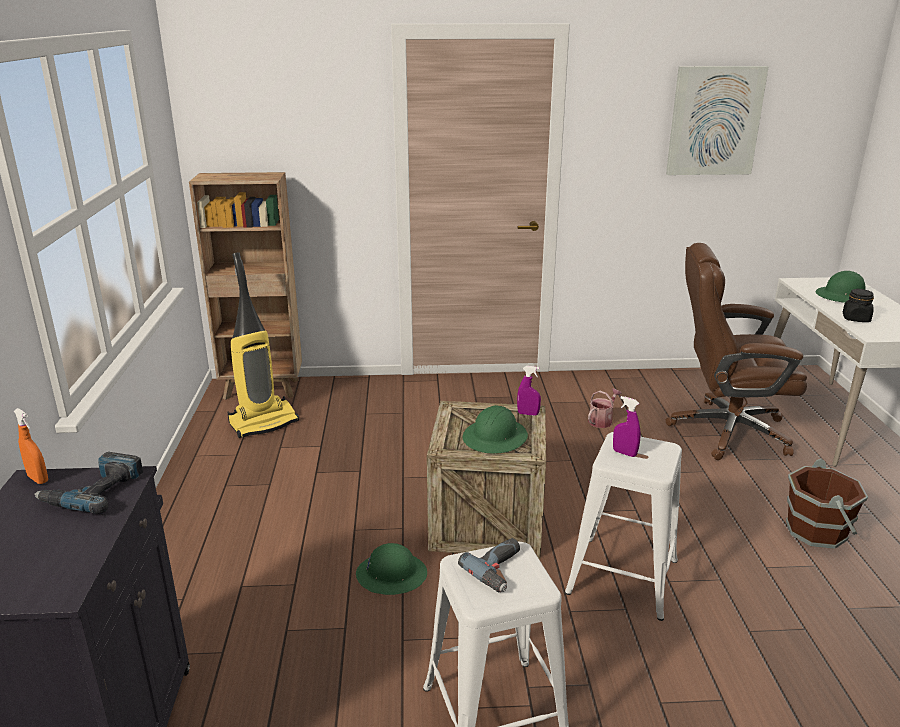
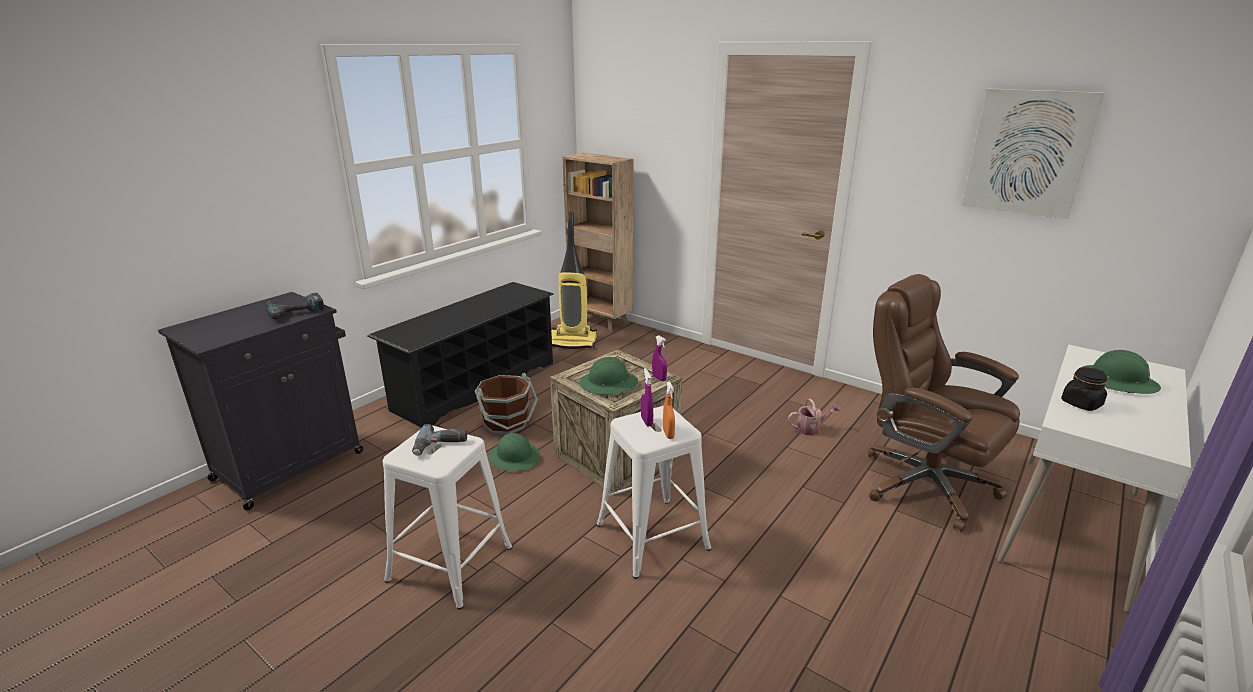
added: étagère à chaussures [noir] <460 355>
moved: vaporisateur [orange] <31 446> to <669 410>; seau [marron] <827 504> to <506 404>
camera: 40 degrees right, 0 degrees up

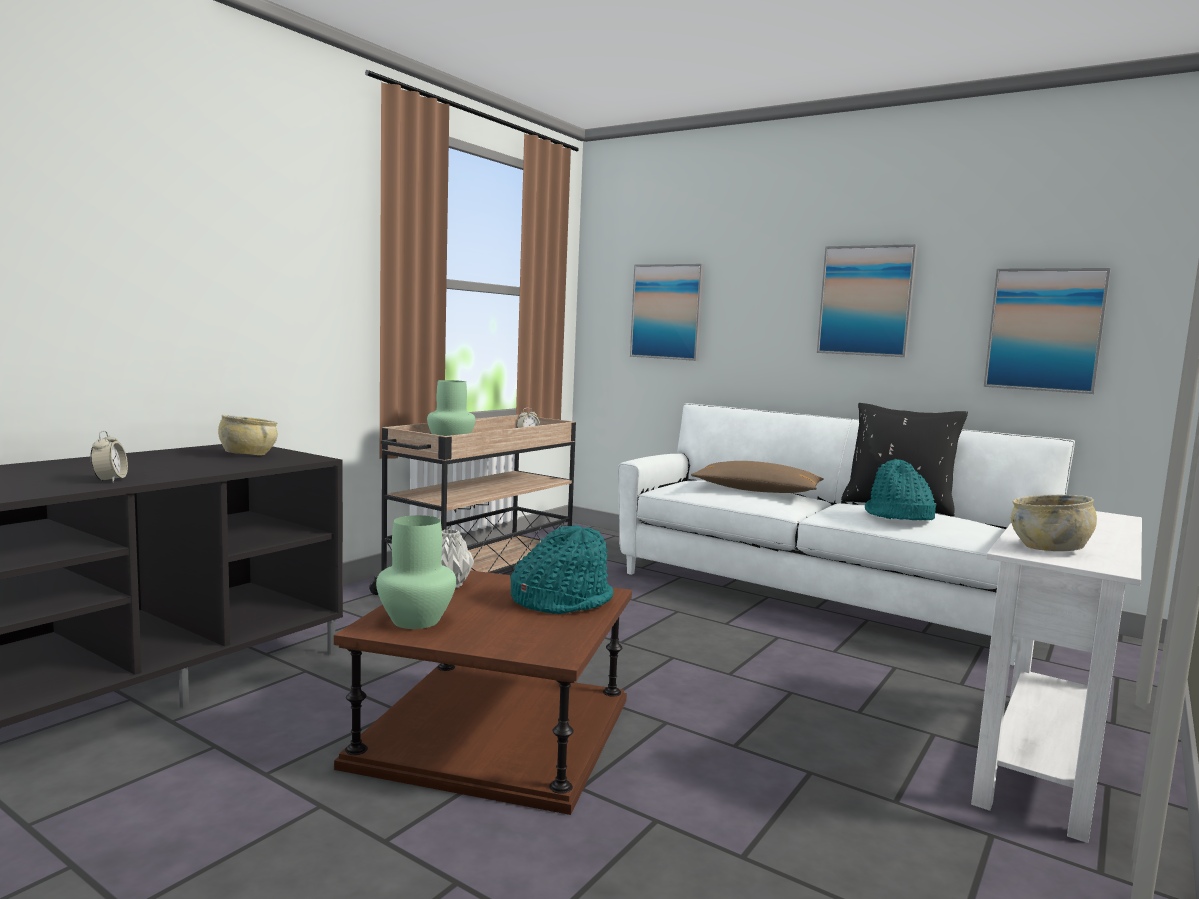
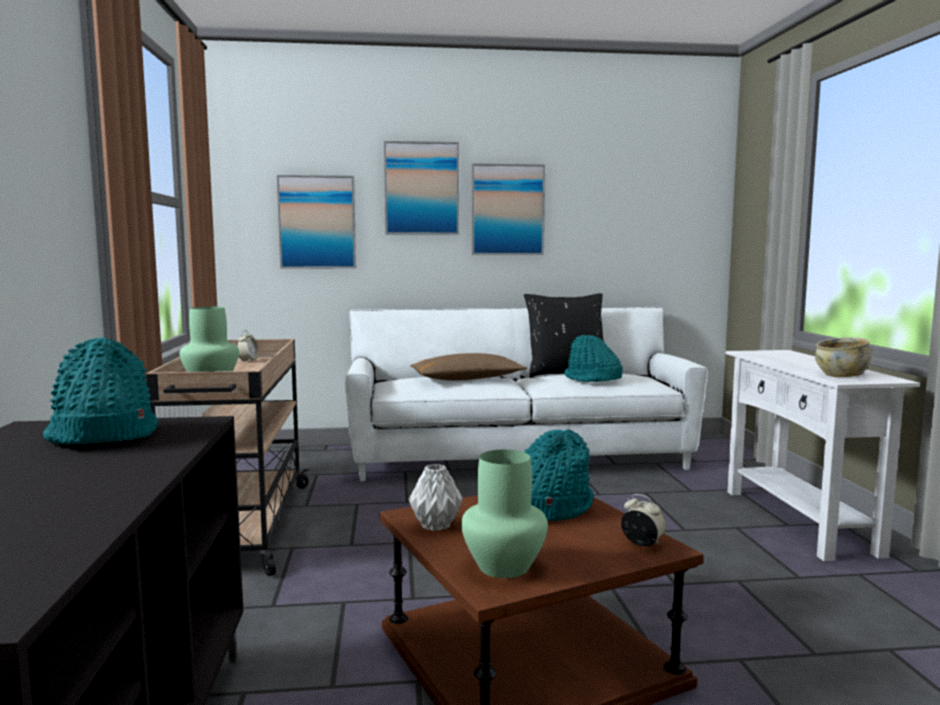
moved: réveil <109 456> to <643 520>; tableau <1047 331> to <421 188>
replaced: bol [beige] <248 435> to chapeau [turquoise] <100 390>
camera: 40 degrees left, 0 degrees up

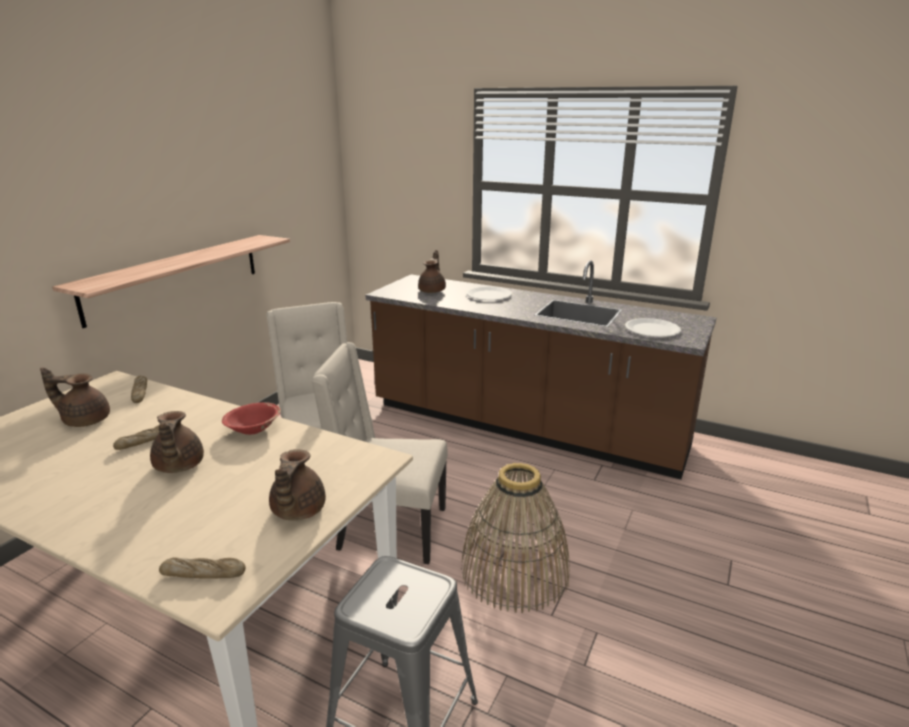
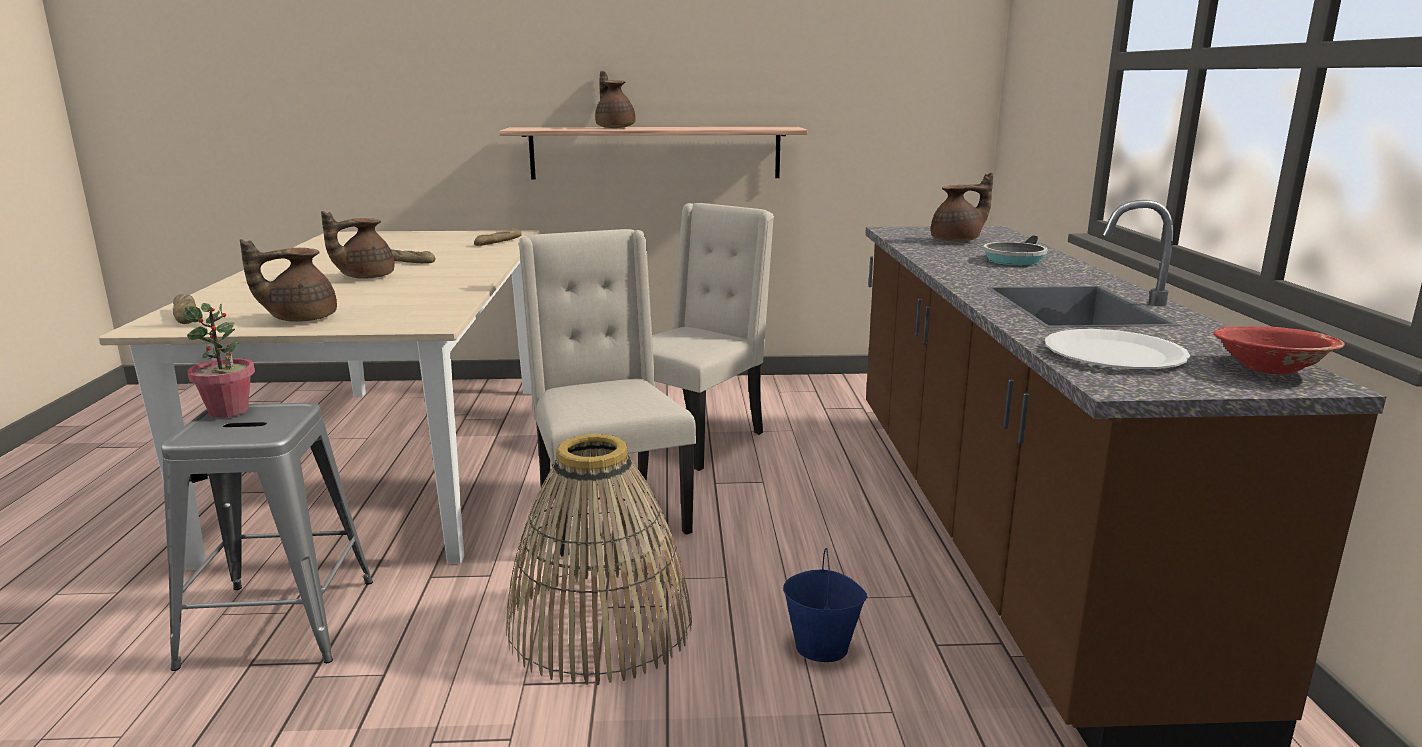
added: plante en pot <219 360>; seau [bleu] <825 605>
moved: théière [marron] <75 397> to <615 99>; bol [rouge] <251 418> to <1279 350>
replaced: assiette [blanc] <489 293> to poêle <1015 251>
camera: 60 degrees right, 5 degrees down

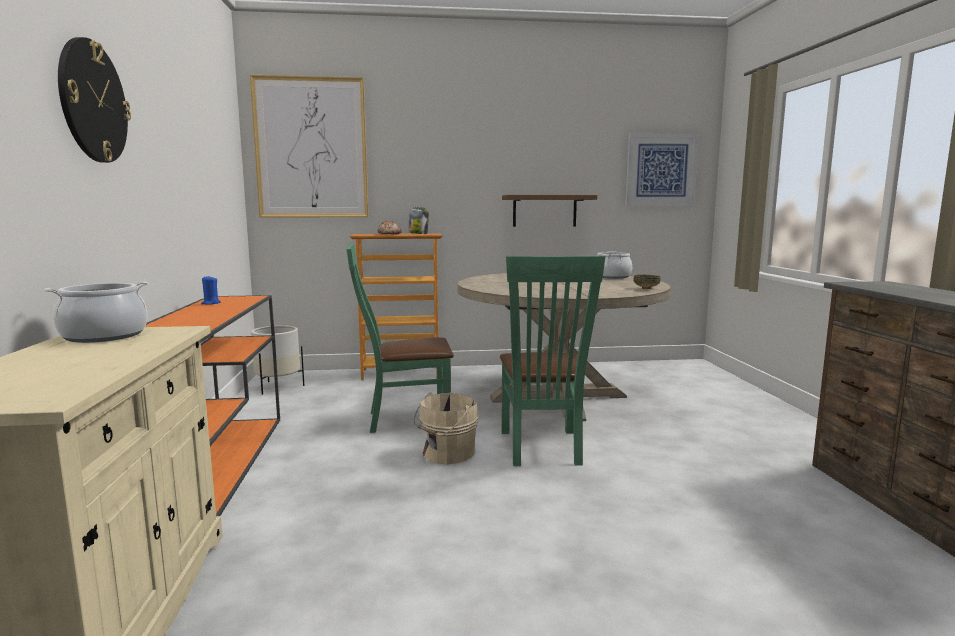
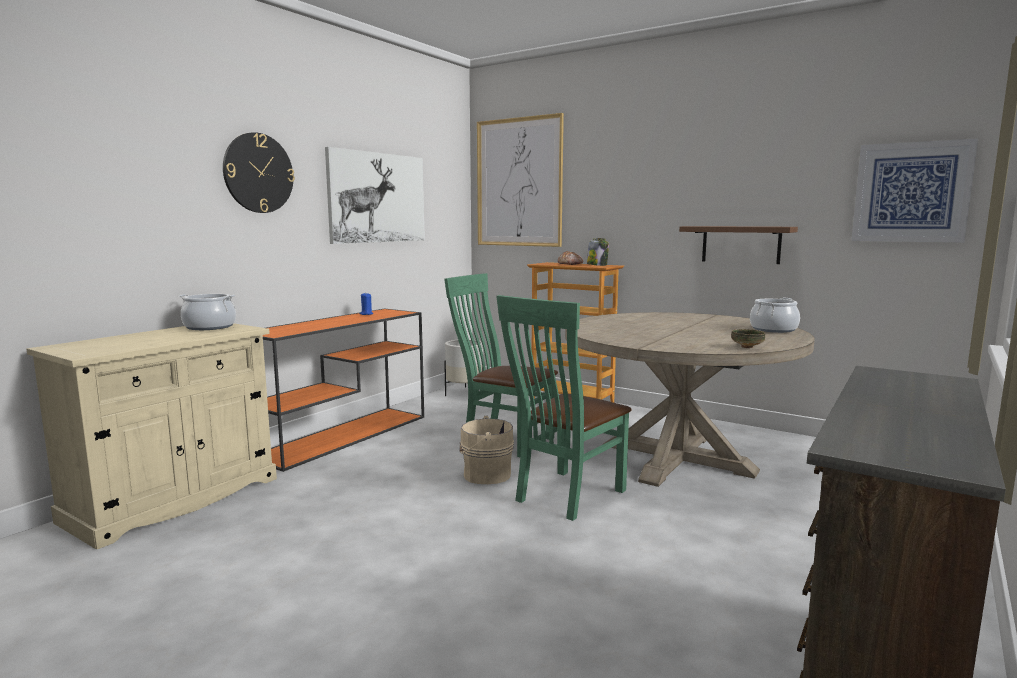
added: tableau <375 195>
camera: 40 degrees right, 0 degrees up

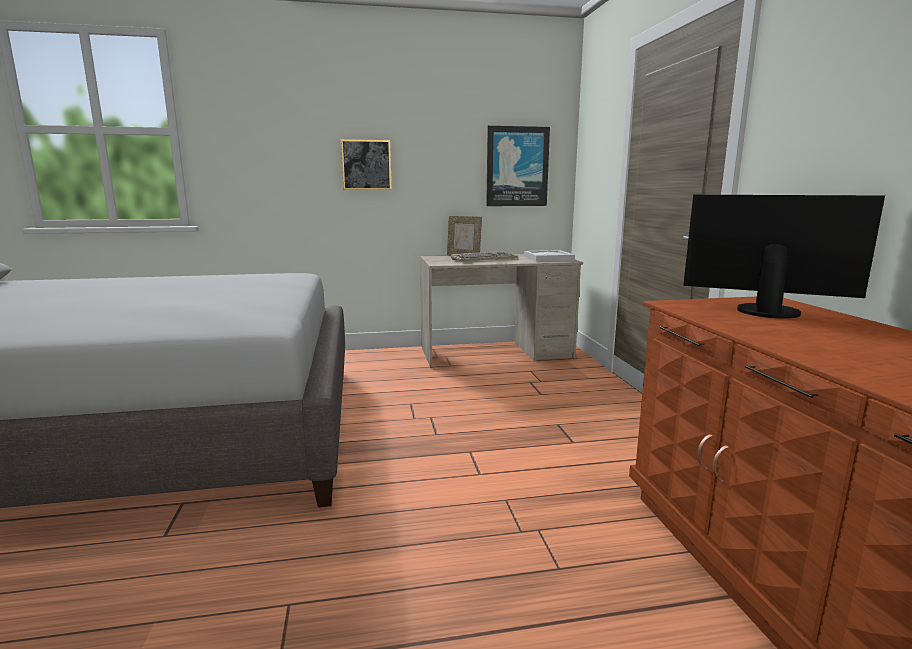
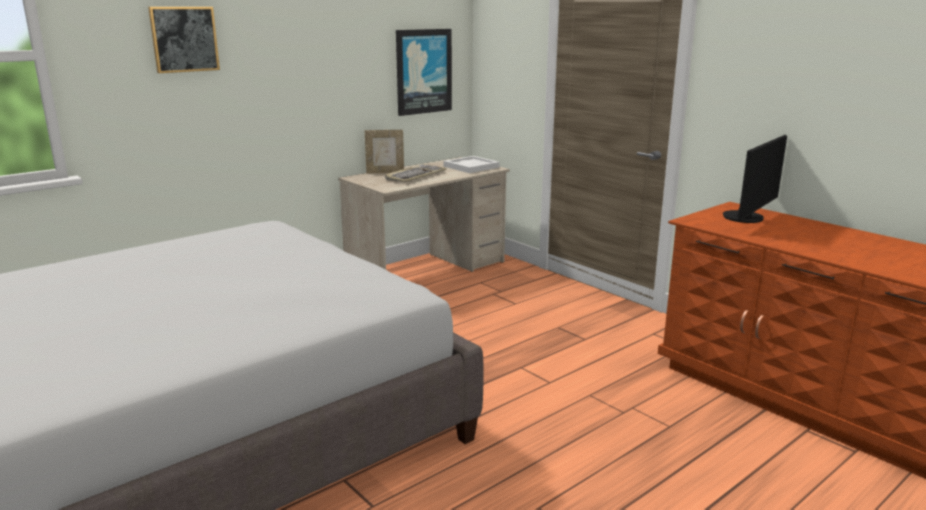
moved: tableau <366 164> to <184 40>
turned: écran d'ordinateur <784 257> = <755 179> 135 degrees clockwise
camera: 30 degrees left, 5 degrees up

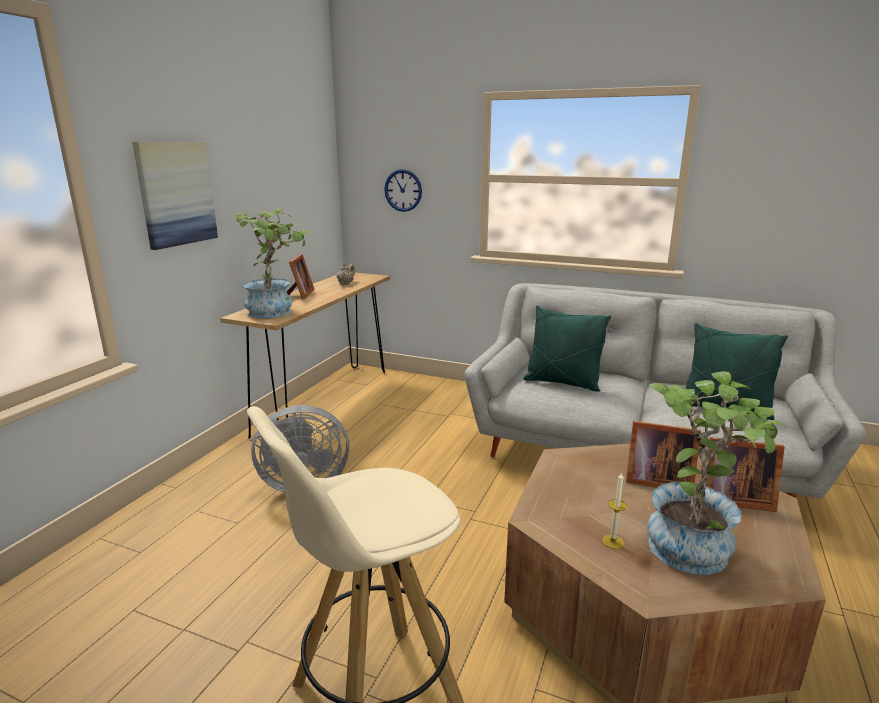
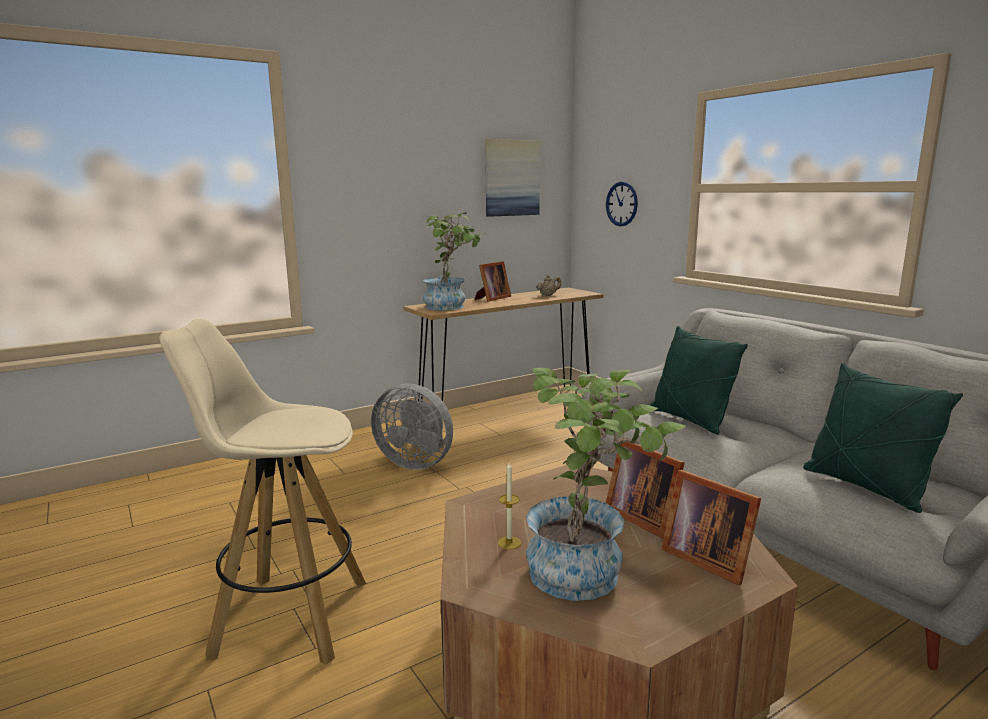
moved: tableau <175 196> to <512 178>
camera: 35 degrees right, 5 degrees down

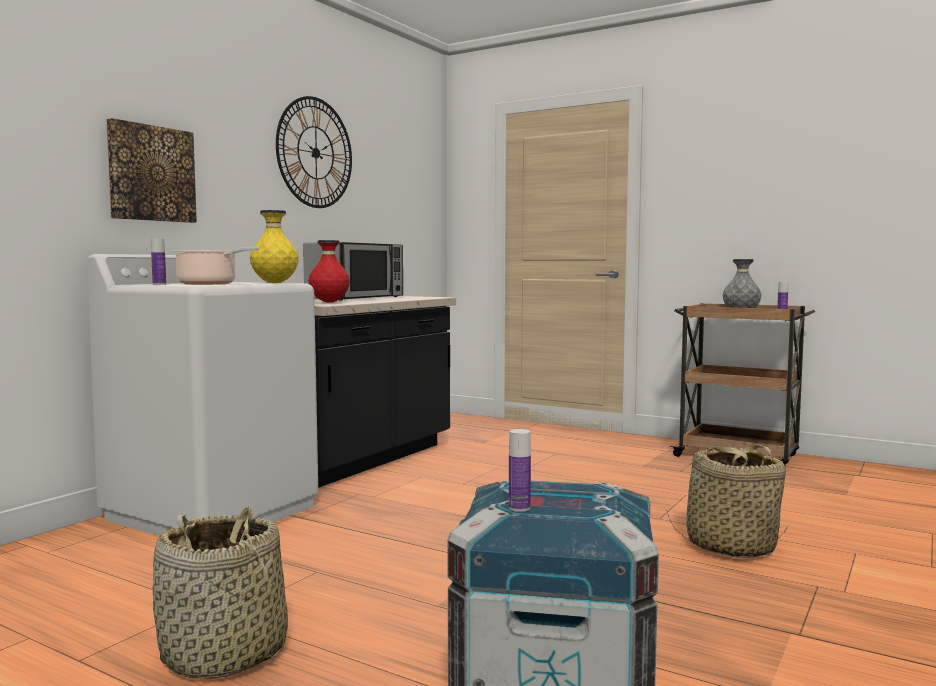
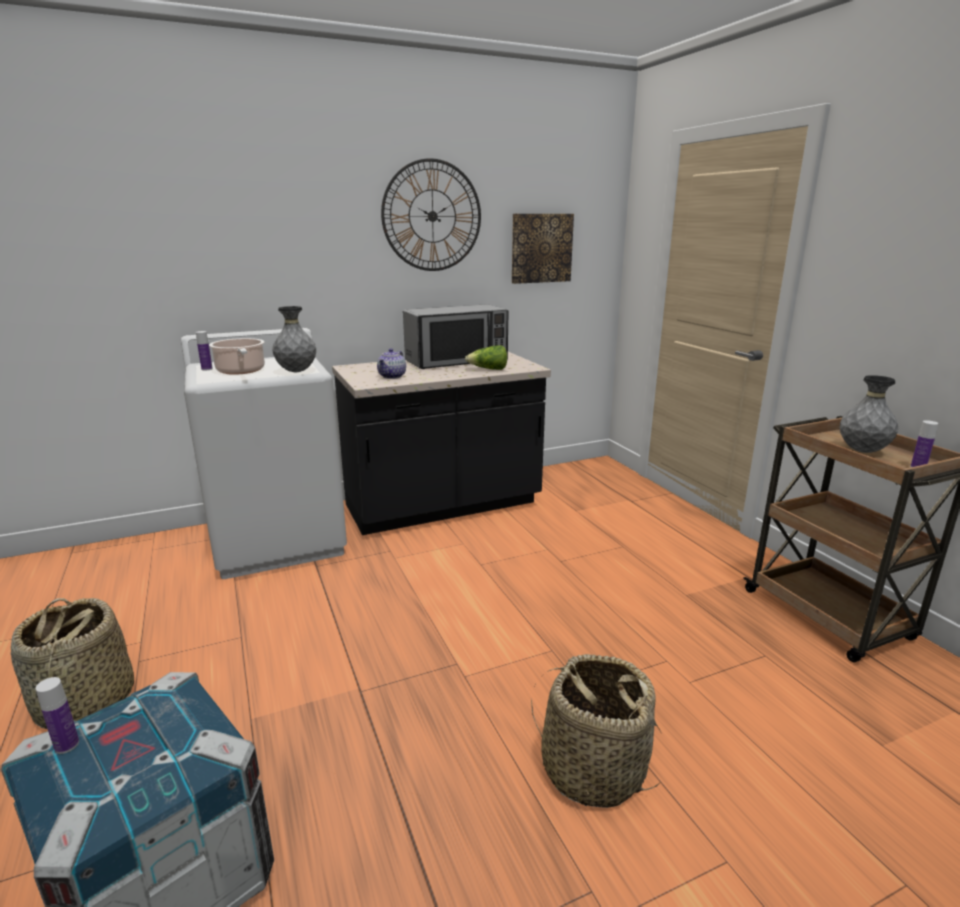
added: laitue <486 357>
moved: tableau <151 170> to <543 249>
replaced: vase [rouge] <329 271> to théière <391 363>
recoloured: vase [jaune] <274 246> to vase [gris] <294 339>
camera: 35 degrees right, 15 degrees up

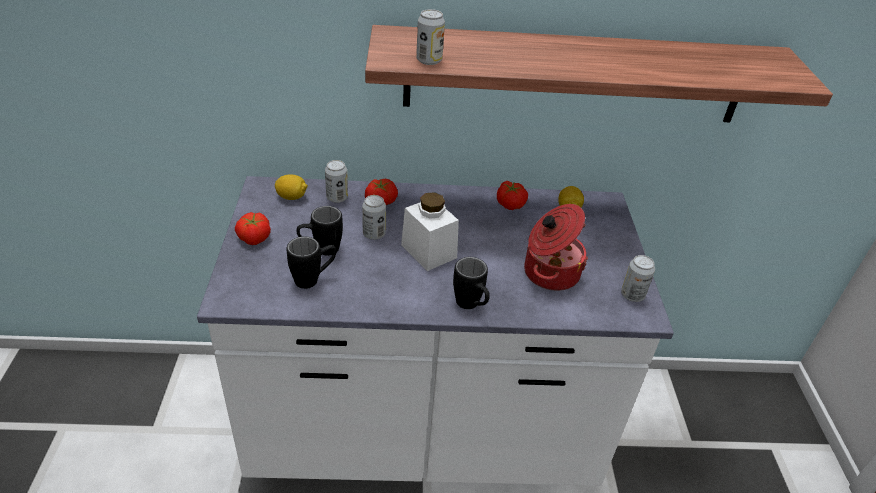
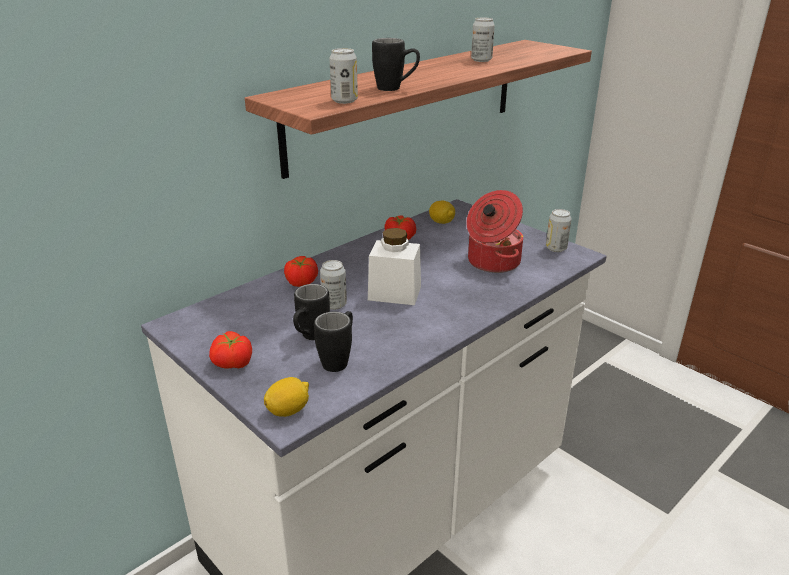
moved: citron <291 187> to <286 397>; boîte métallique <336 181> to <483 40>; mug [noir] <471 283> to <396 64>
camera: 40 degrees left, 10 degrees down

